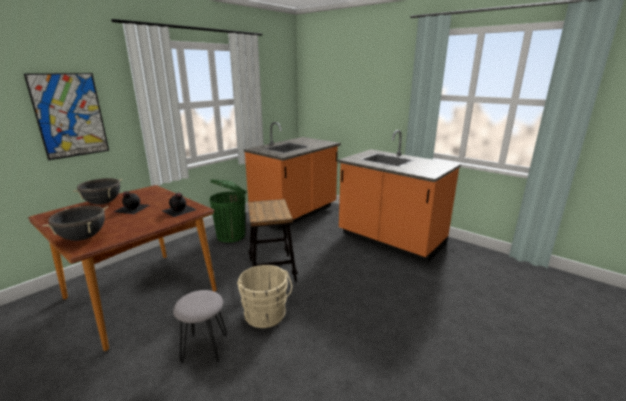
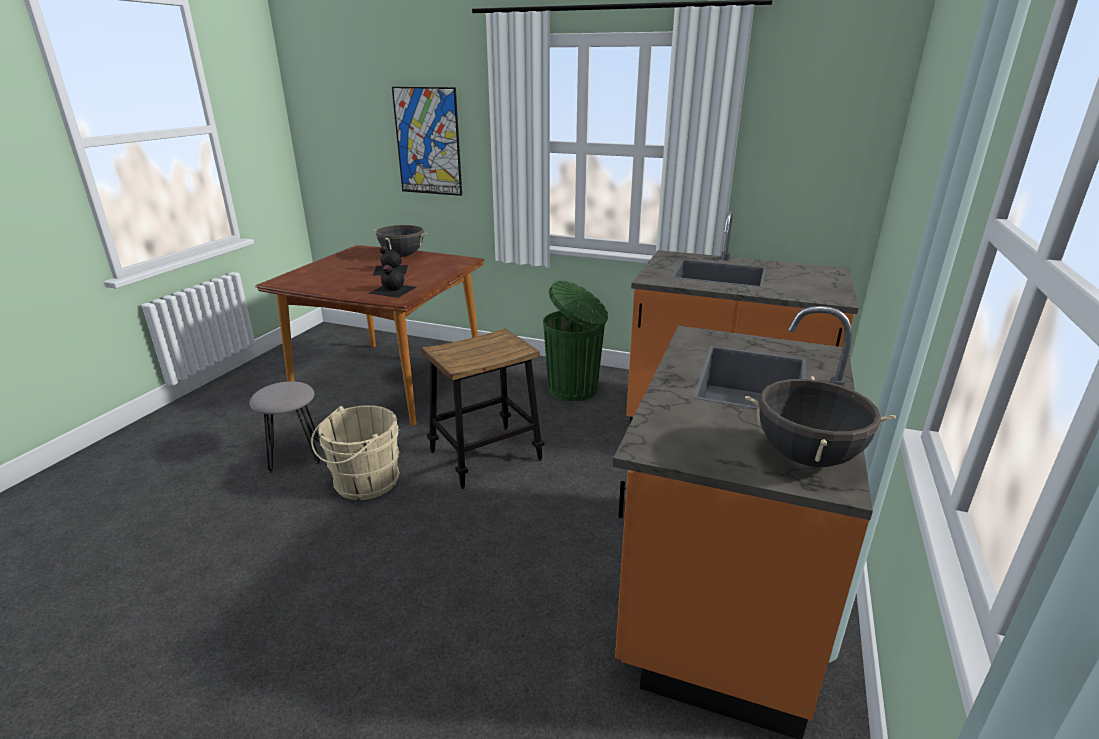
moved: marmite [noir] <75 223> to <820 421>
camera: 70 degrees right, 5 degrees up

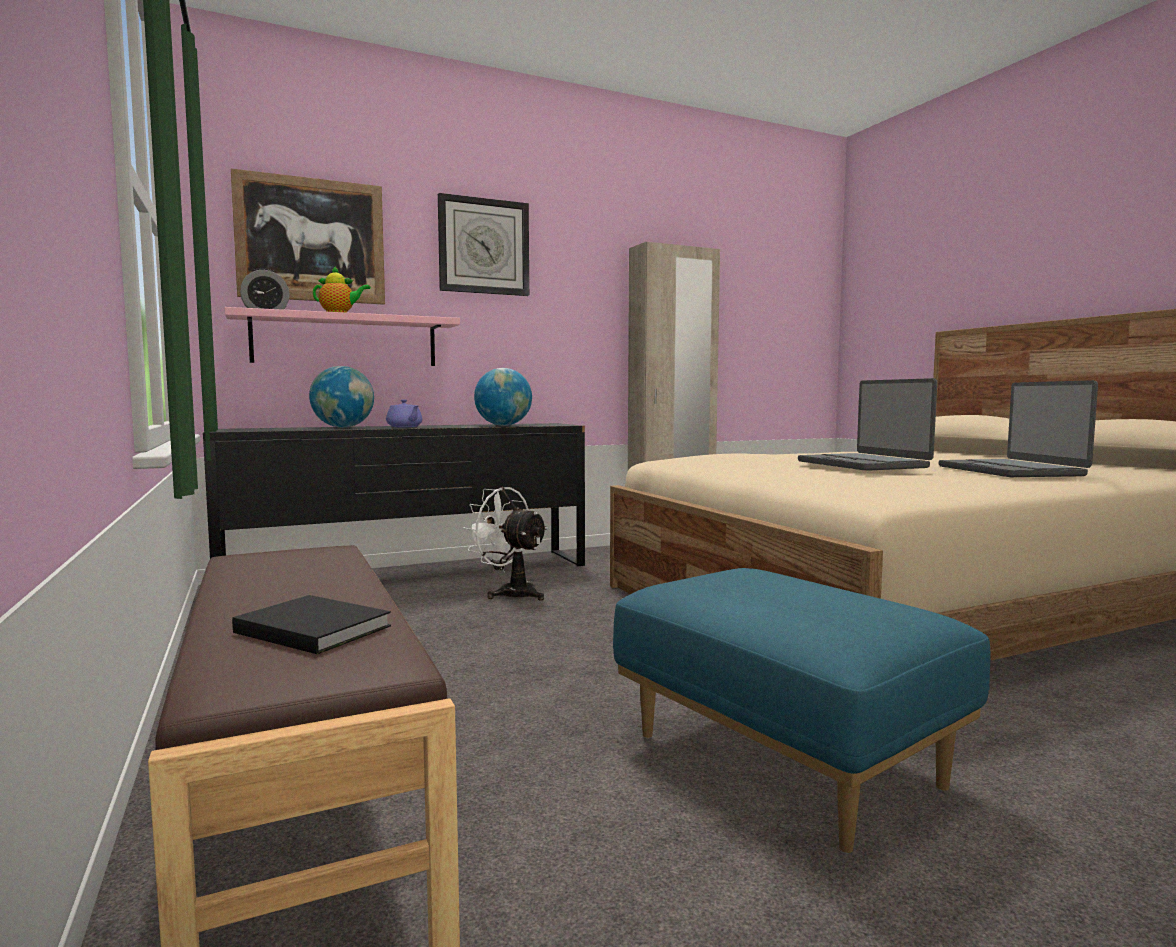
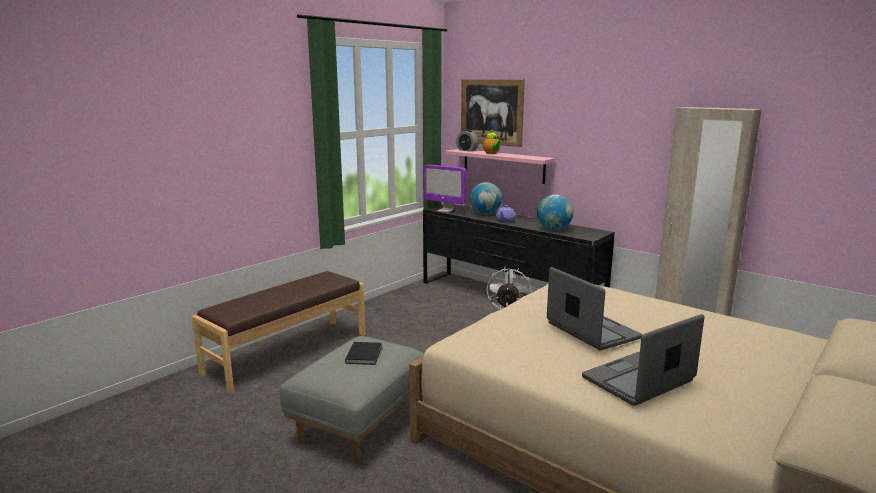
removed: horloge murale <483 244>
added: écran d'ordinateur <445 189>
moved: livre [noir] <311 624> to <363 353>
recoloured: pouf [bleu] <801 710> to pouf [gris] <352 400>
turned: ordinateur portable <867 424> = <594 309> 105 degrees clockwise
camera: 65 degrees right, 10 degrees up

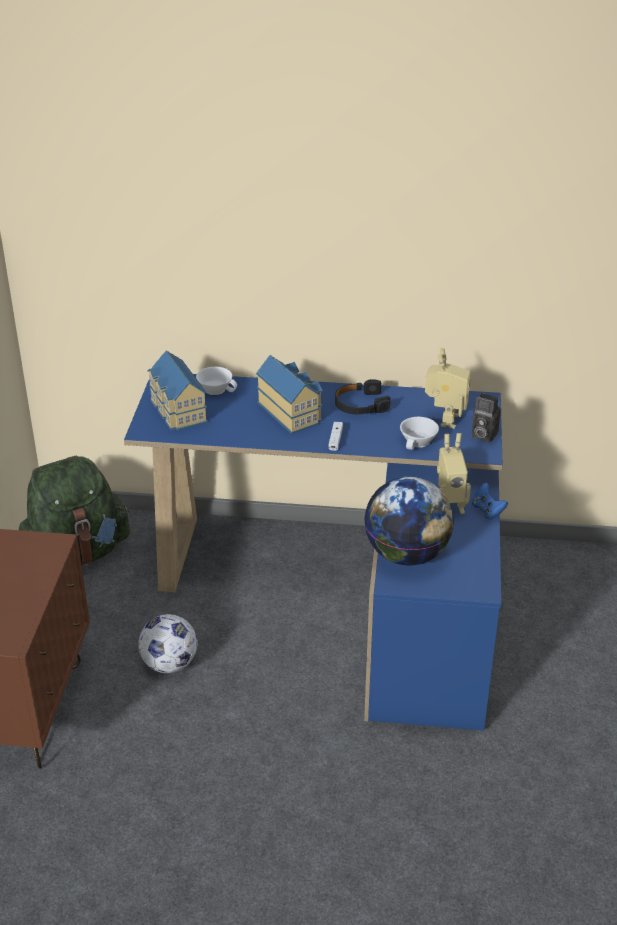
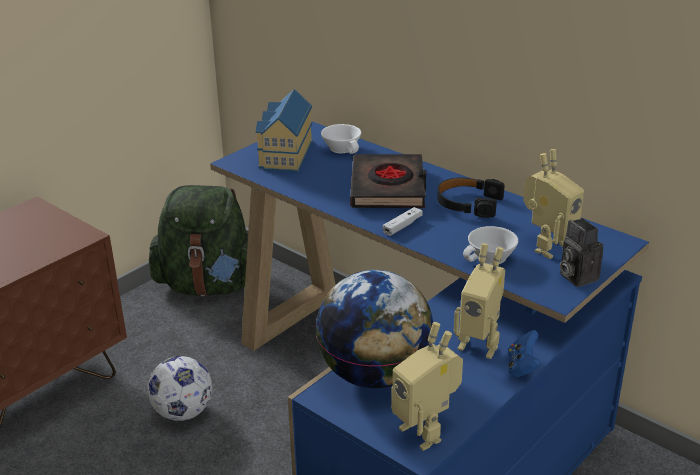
added: robot jouet <427 386>
replaced: maison miniature <289 394> to livre [noir] <388 181>
camera: 35 degrees right, 5 degrees down

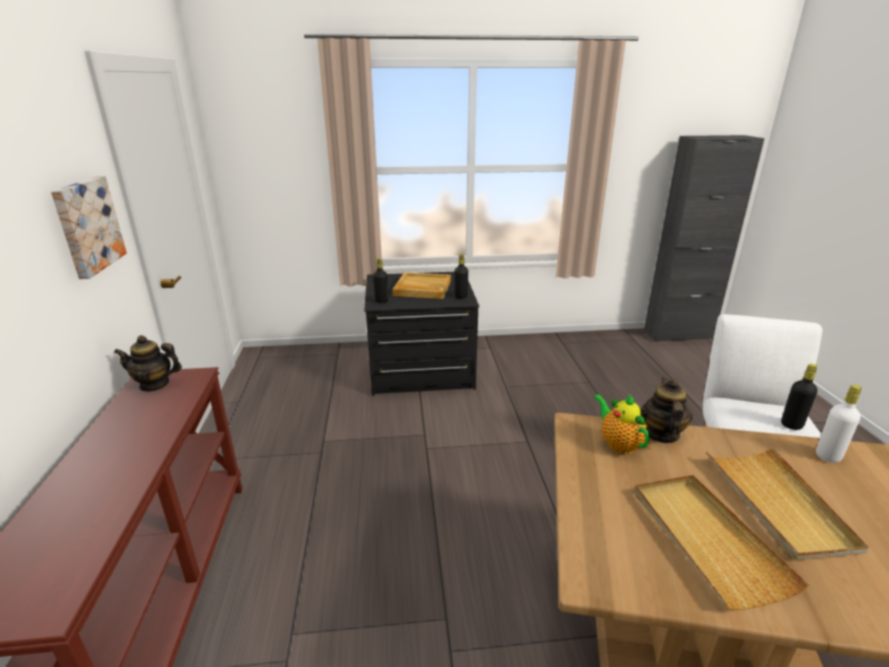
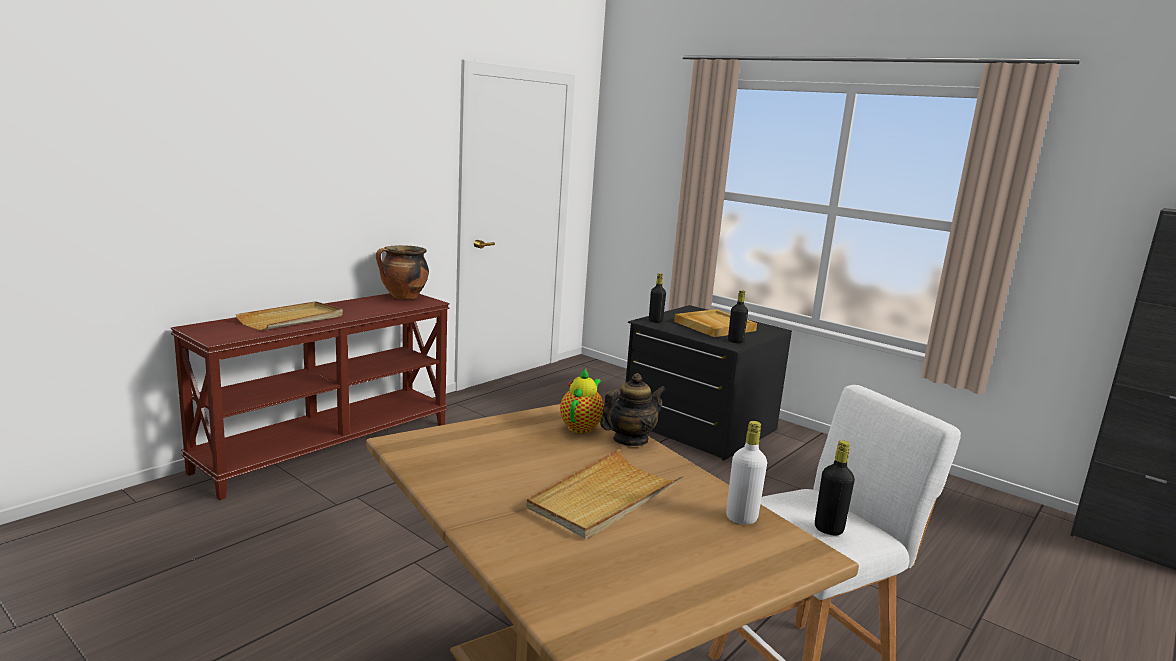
removed: tableau <89 227>
moved: plateau [beige] <721 542> to <289 316>
replaced: théière <148 363> to marmite <402 272>
camera: 45 degrees right, 10 degrees down

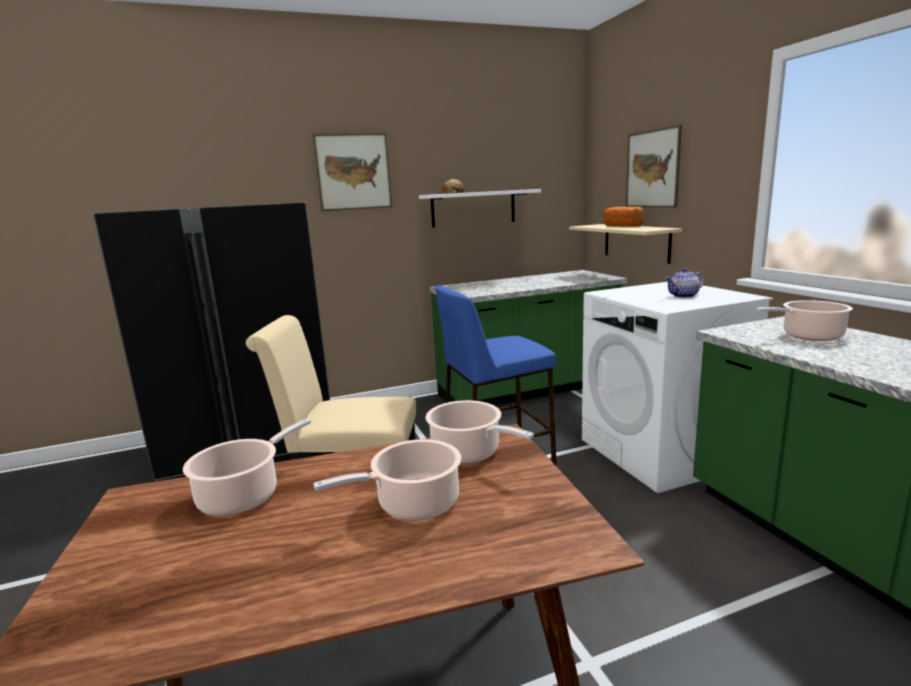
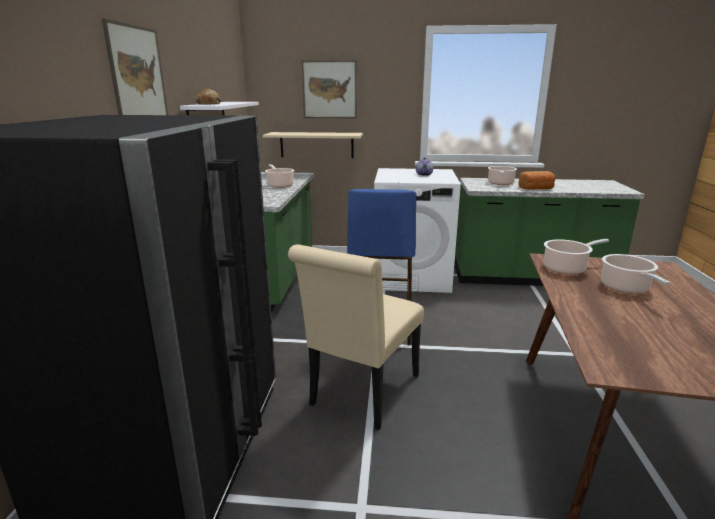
moved: marmite <247 467> to <279 176>; pain <623 217> to <537 180>
camera: 65 degrees left, 5 degrees up

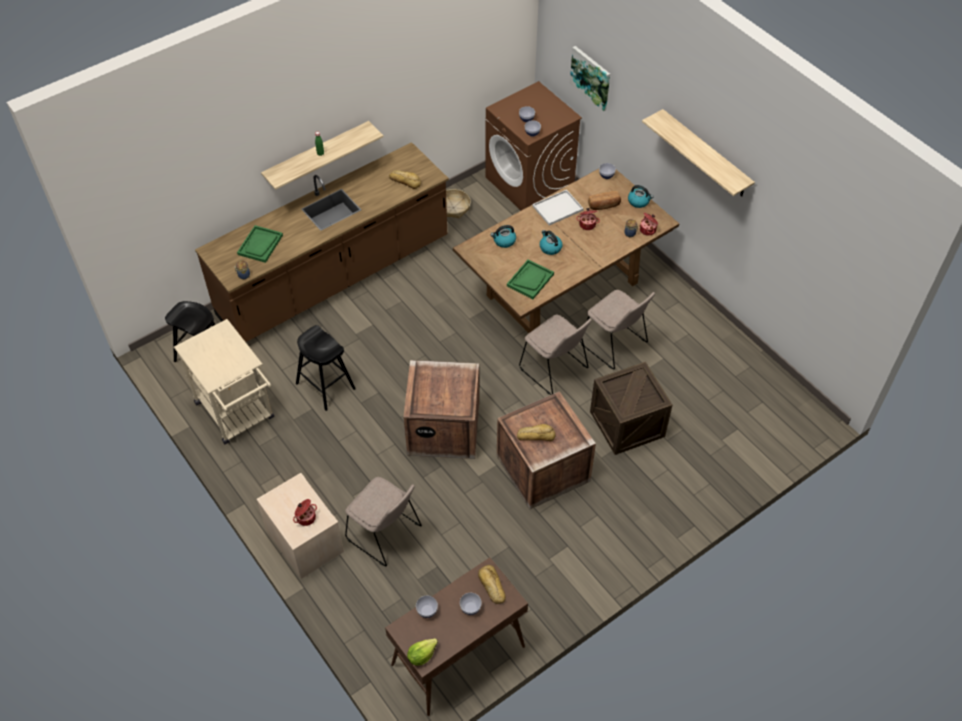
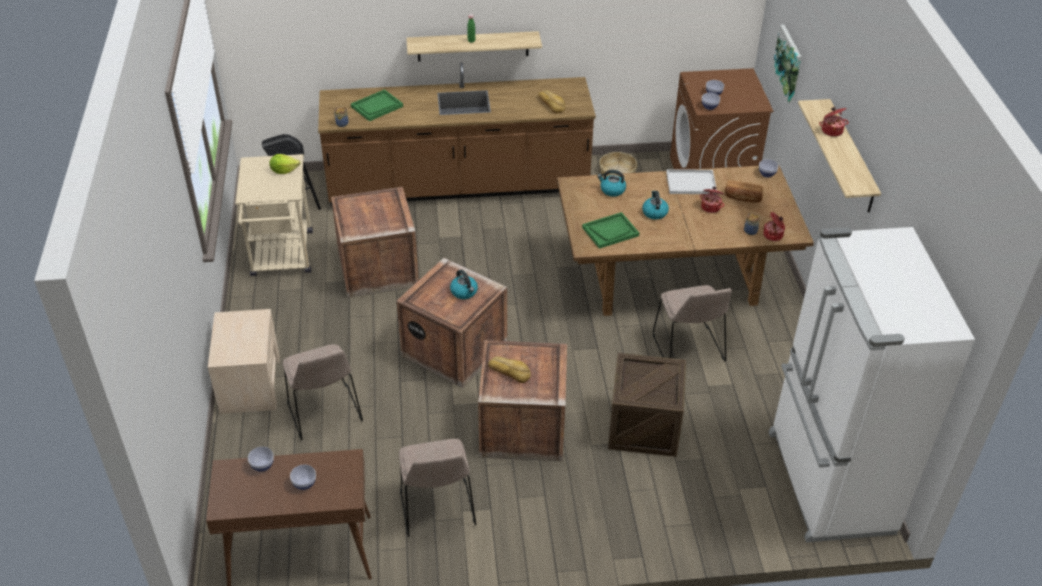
removed: pain <492 584>
added: réfrigérateur [blanc] <872 384>
moved: marmite <305 512> to <834 122>; laitue <422 652> to <285 164>; chaise [beige] <555 355> to <437 488>; bouilloire <641 196> to <464 284>
replaced: tabouret [noir] <326 368> to caisse <375 242>
camera: 30 degrees right, 10 degrees down

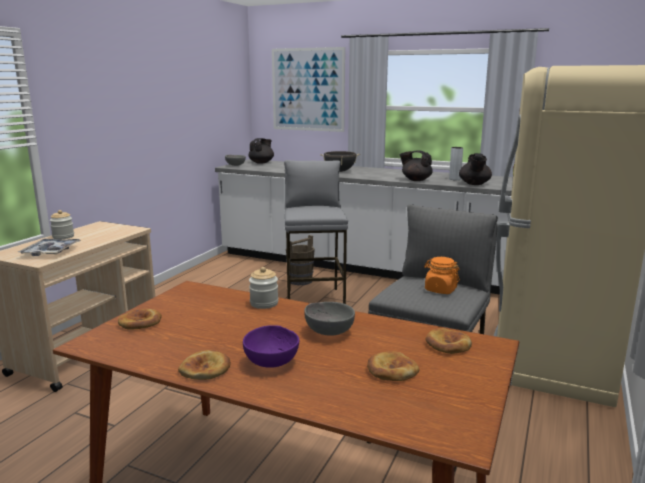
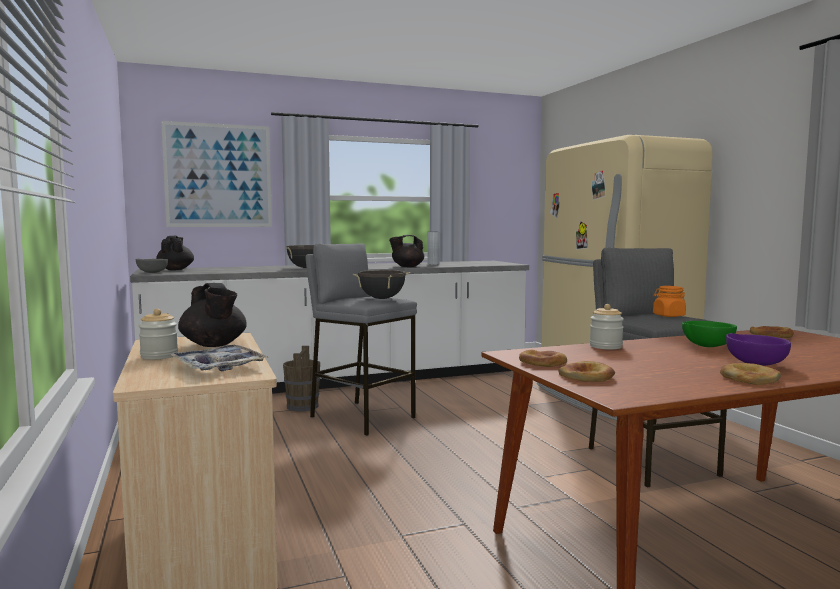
added: marmite [noir] <381 284>
moved: pain <393 366> to <543 358>; théière [noir] <475 169> to <212 315>
recoloured: bol [gris] <329 319> to bol [vert] <709 334>
camera: 45 degrees left, 10 degrees down

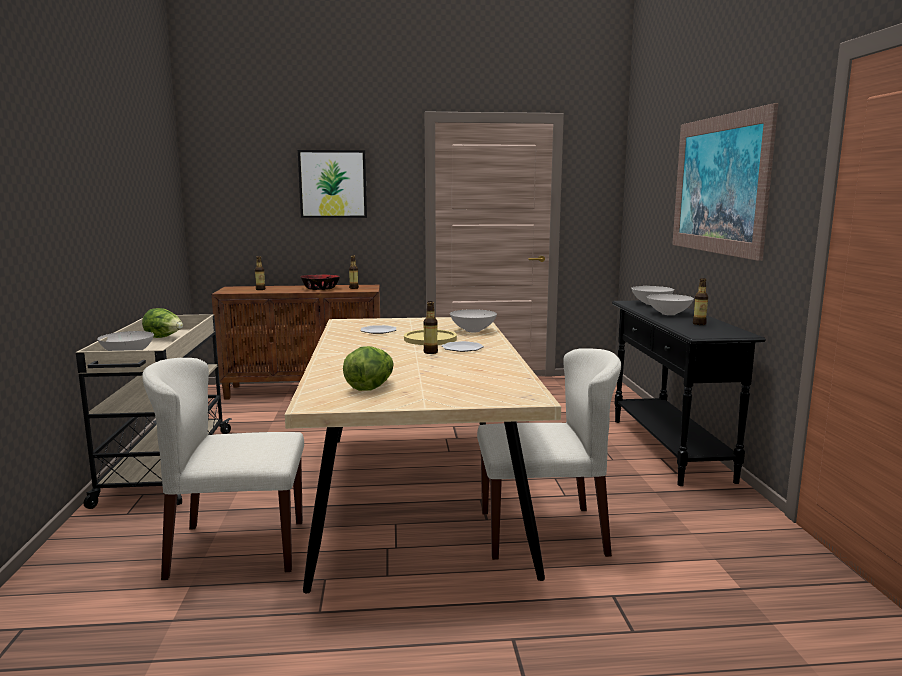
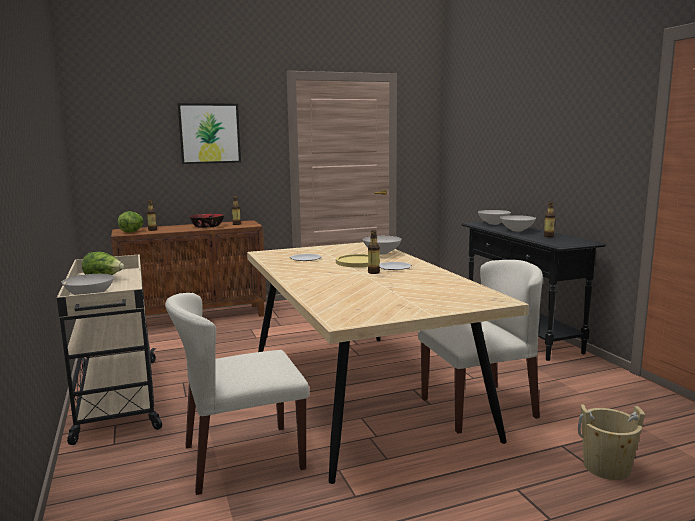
removed: tableau <725 182>
added: seau [beige] <611 442>
moved: laitue <368 368> to <131 222>
camera: 15 degrees left, 0 degrees up

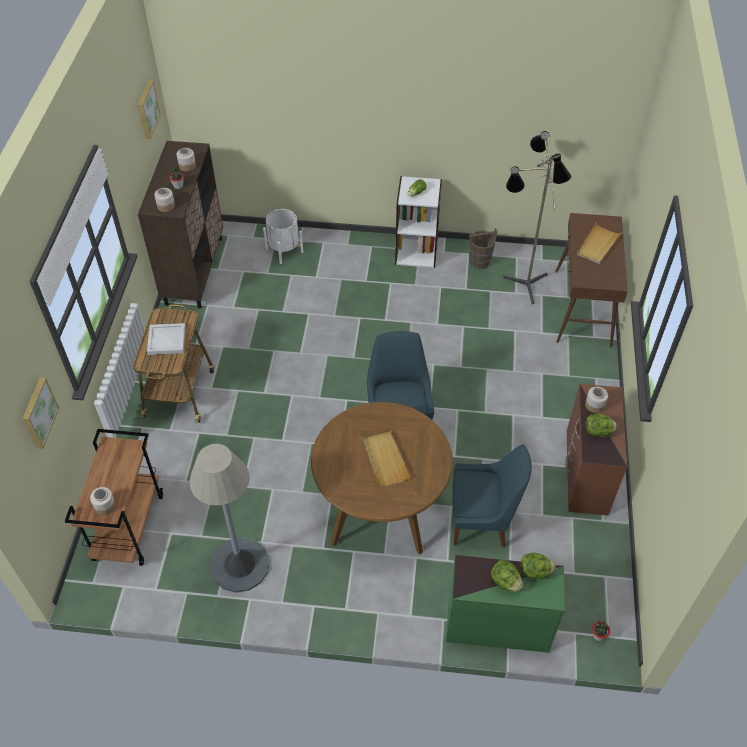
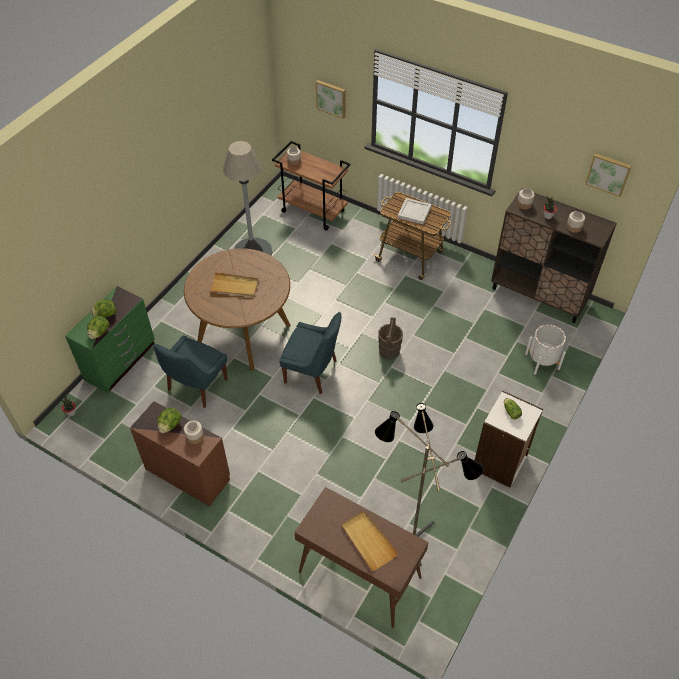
moved: seau [marron] <483 248> to <390 338>
camera: 115 degrees right, 0 degrees up

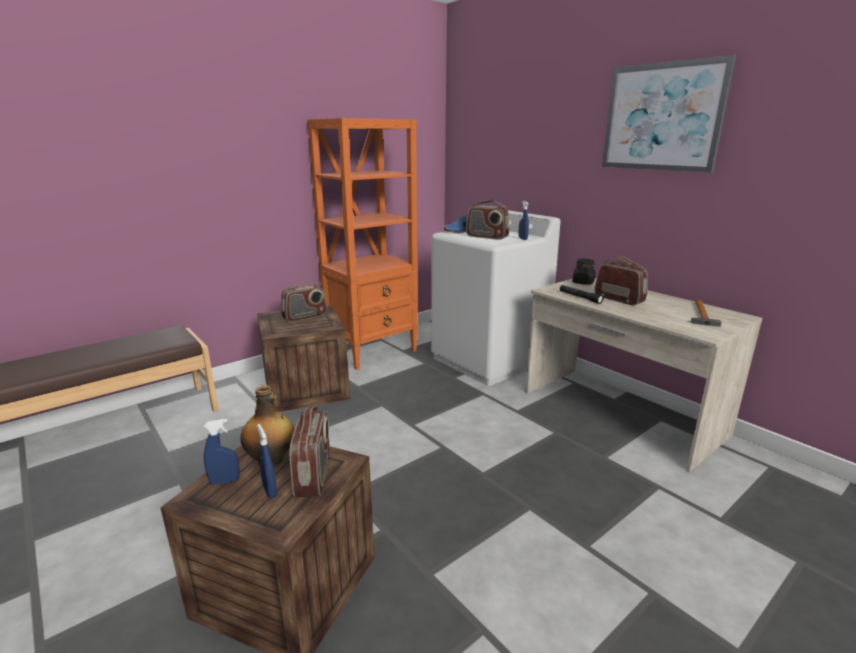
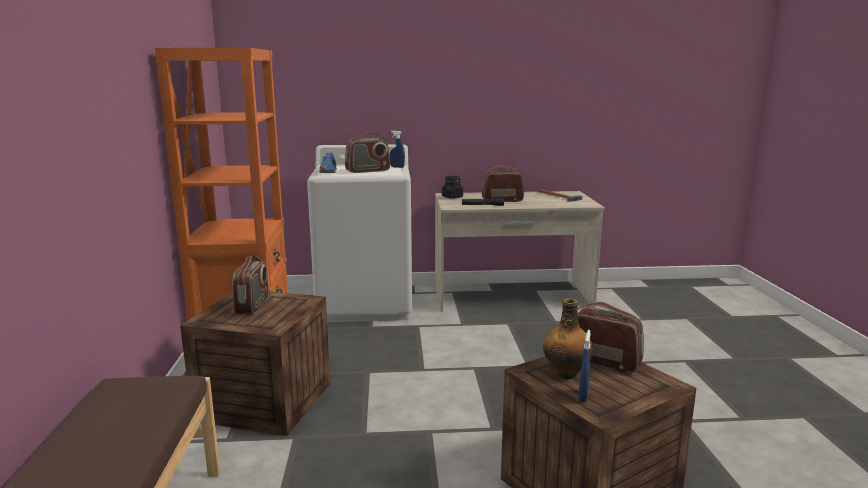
removed: vaporisateur [bleu] <267 461>; tableau <669 114>
camera: 55 degrees left, 5 degrees down

